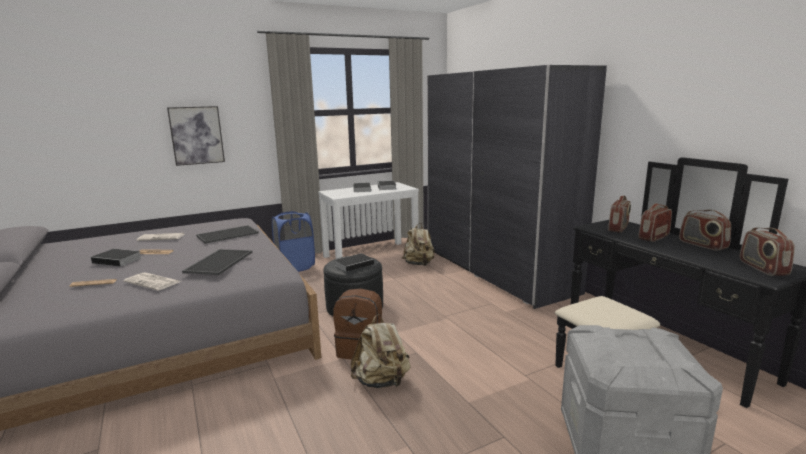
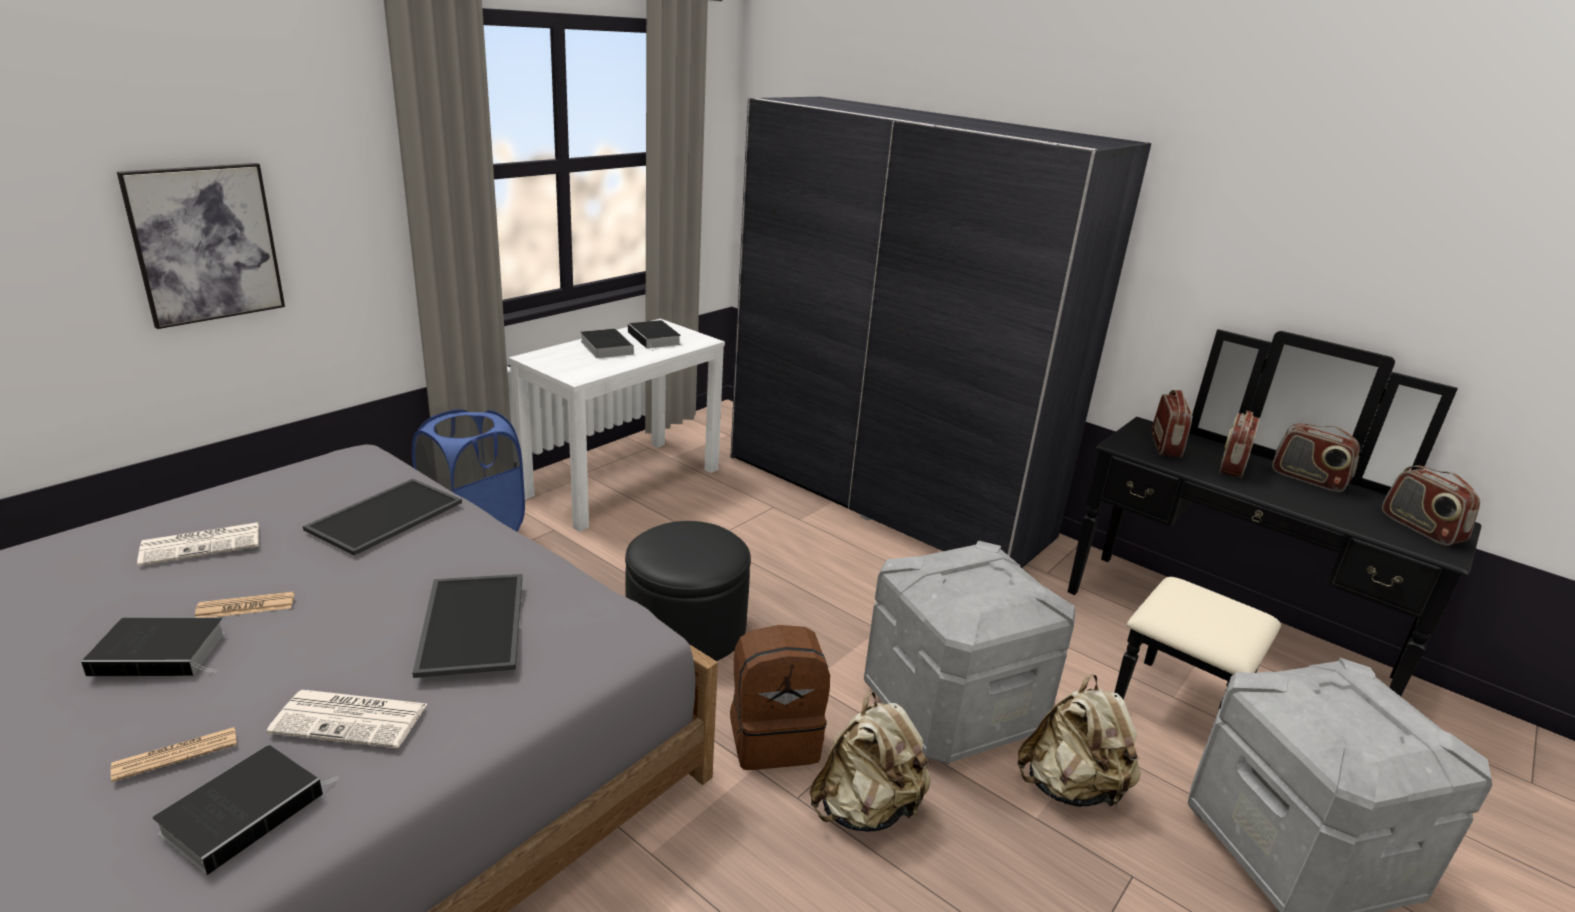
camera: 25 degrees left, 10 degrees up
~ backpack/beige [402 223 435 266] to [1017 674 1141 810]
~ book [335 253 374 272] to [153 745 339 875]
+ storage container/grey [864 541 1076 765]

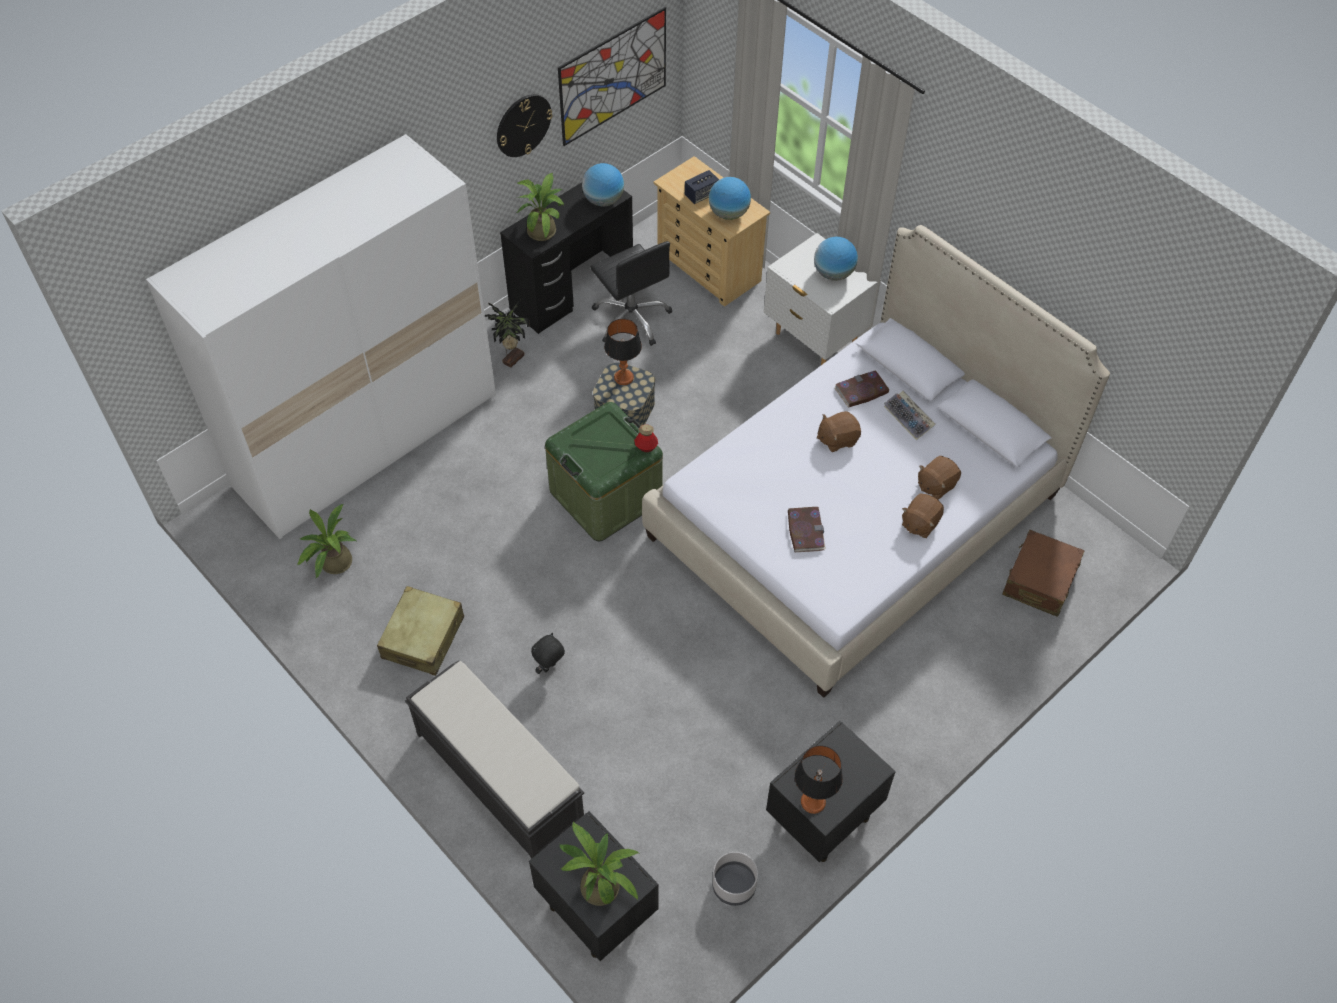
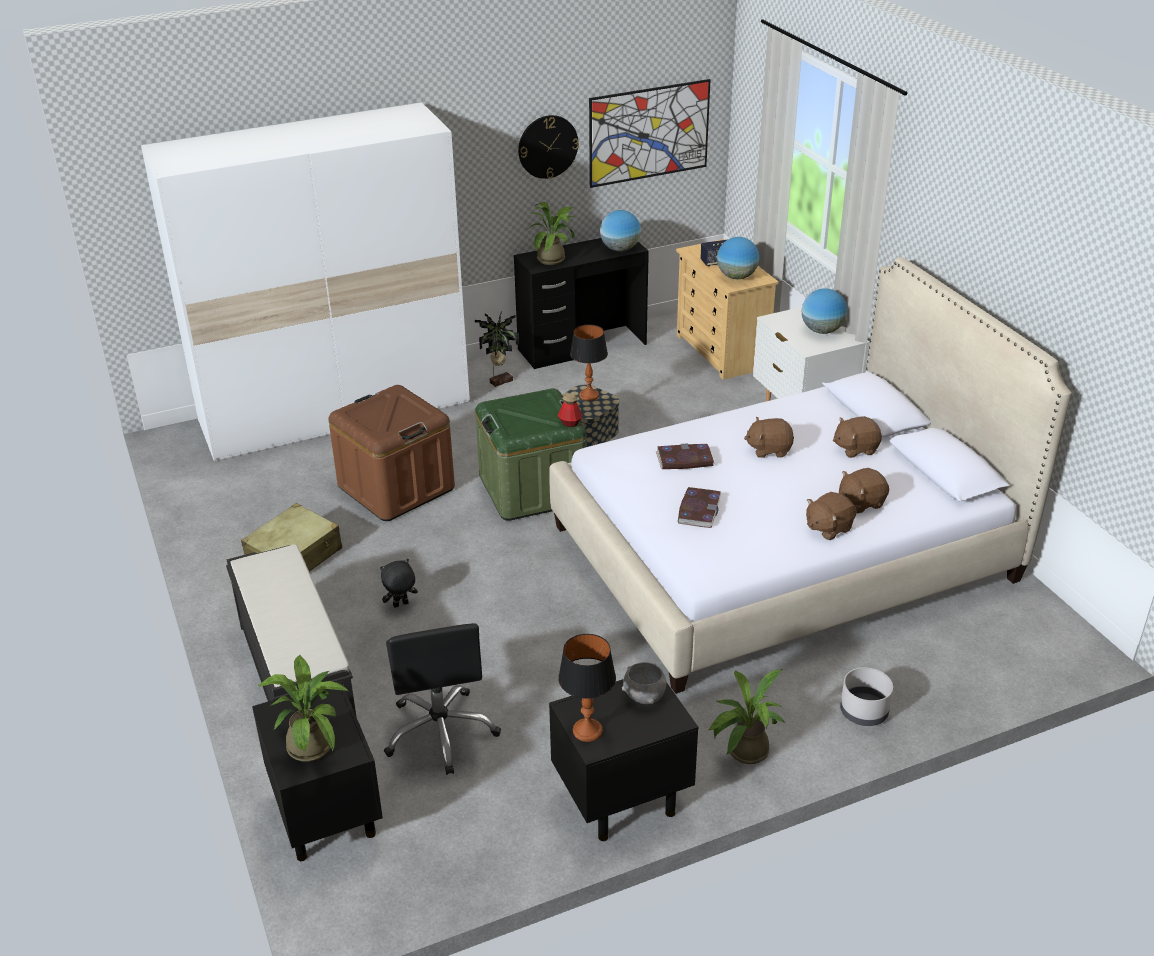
camera: 20 degrees right, 20 degrees down
~ computer chair/black [590 241 672 346] to [384 623 501 775]
~ book [835 371 889 407] to [656 444 714 469]
~ PC keyboard [884 391 936 440] to plush toy/brown-coloured [833 416 882 458]
~ plant in a pot [297 504 356 579] to [708 669 785 764]
- piece of luggage/brown-coloured [1002 530 1085 617]
~ flower pot/grey [712 852 758 906] to [840 667 893 726]
+ storage container/brown-coloured [328 385 455 521]
+ bowl/grey [622 662 666 704]

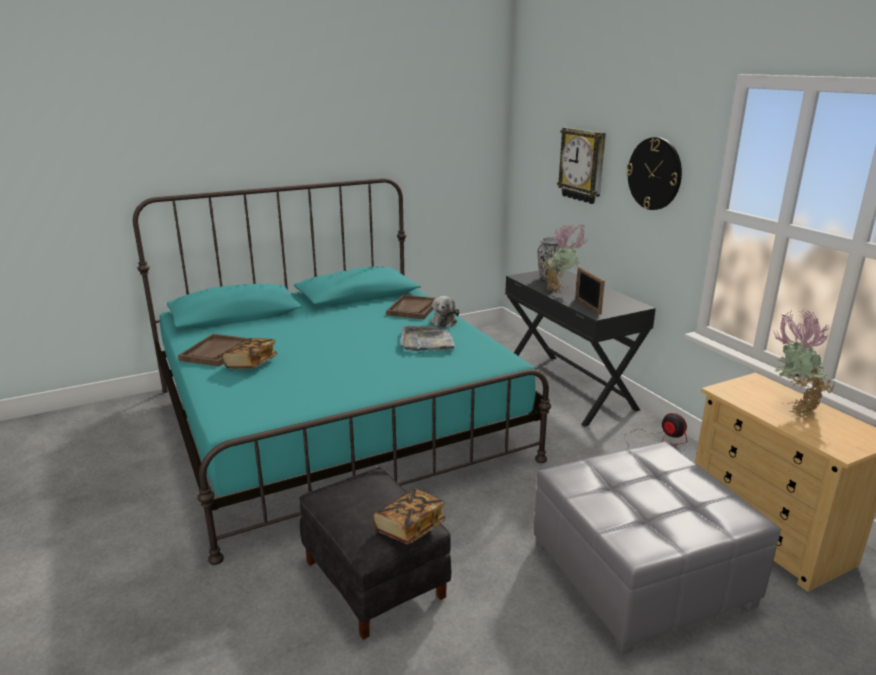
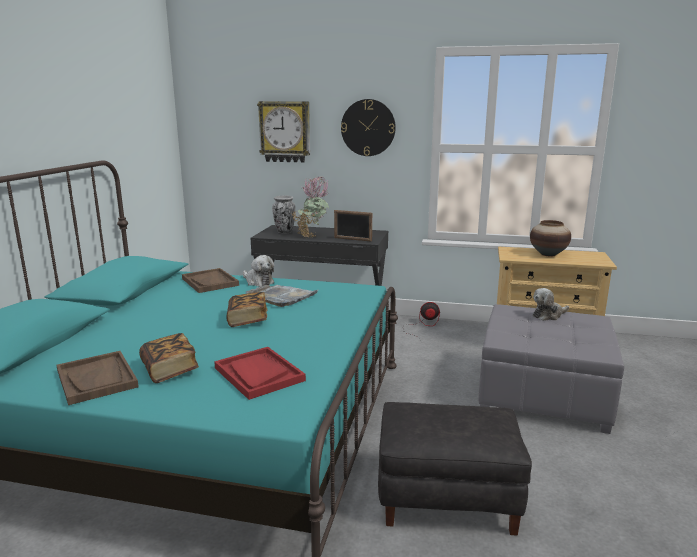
camera: 50 degrees left, 5 degrees down
~ plant in a pot [773 308 834 416] to vase [530 220 571 256]
~ book [374 488 446 545] to [226 292 268 327]
+ plush toy [532 288 569 321]
+ serving tray/red-coloured [214 347 306 400]

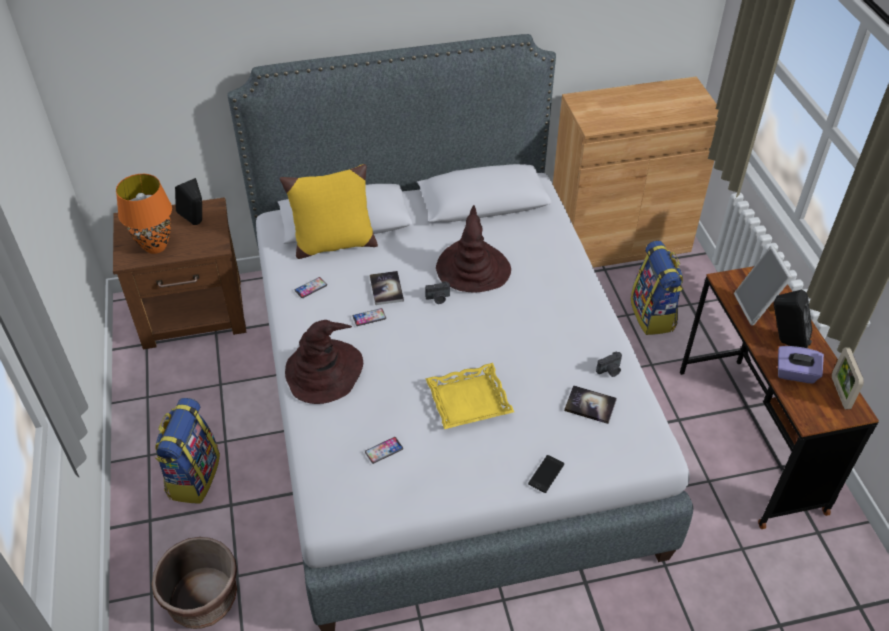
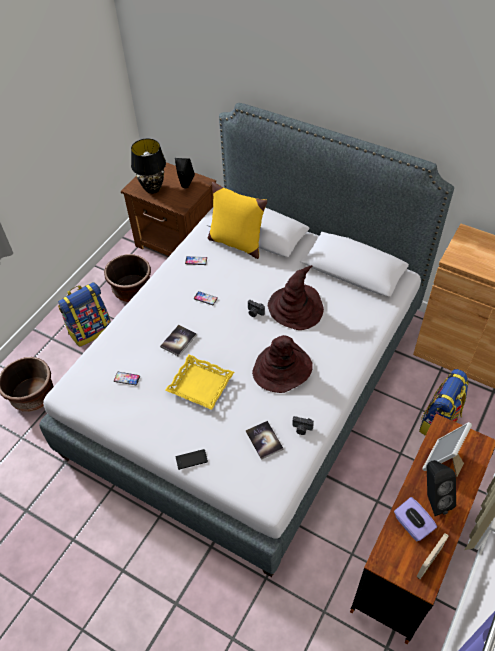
camera: 45 degrees right, 5 degrees up
~ table lamp/orange [116 174 172 254] to table lamp/black [131 139 166 194]
~ book [370 271 404 305] to [160 325 197 357]
~ hat/brown-coloured [285 320 363 404] to [252 335 313 393]
+ flower pot/brown-coloured [104 254 151 302]

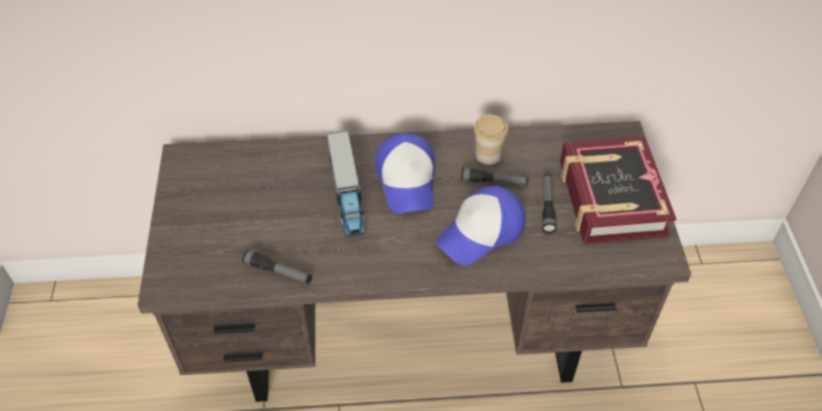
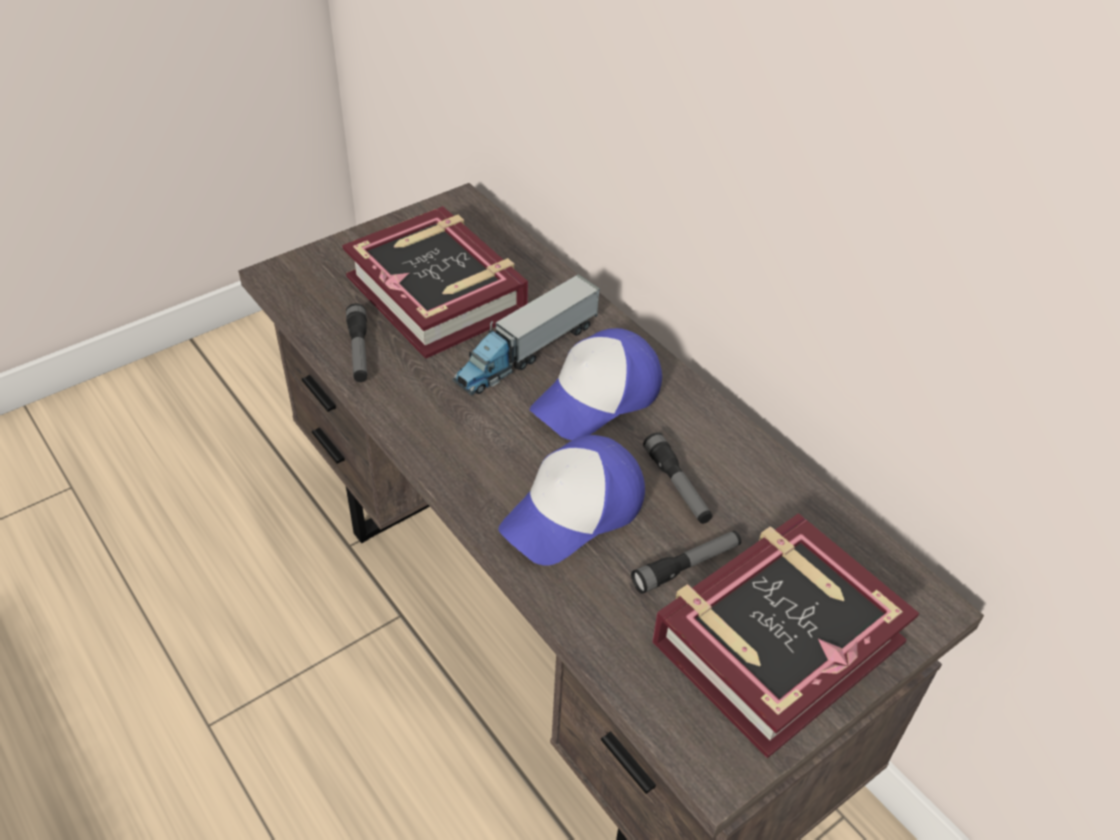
camera: 55 degrees right, 5 degrees down
- drinking cup [474 114 508 165]
~ cap [436 186 526 265] = [498 435 645 566] 60 degrees counterclockwise
+ book [342 206 528 359]

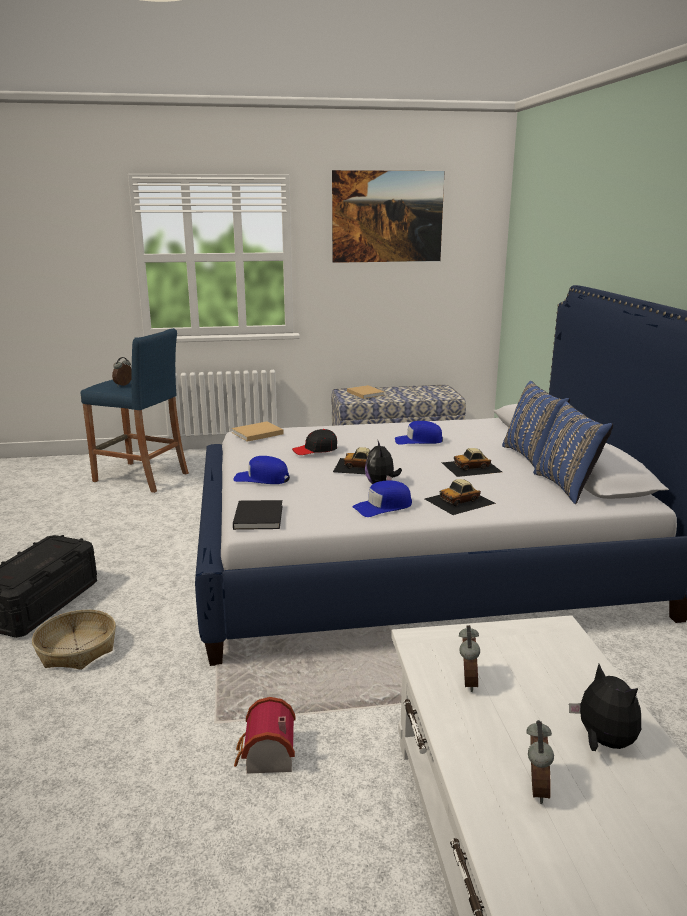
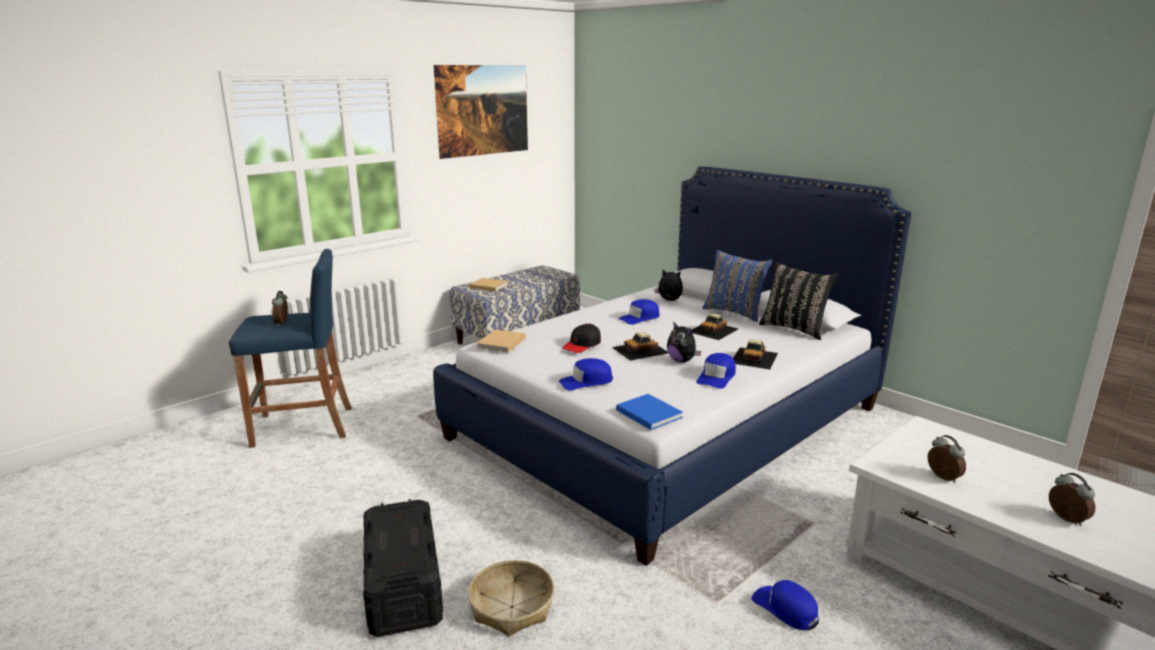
camera: 35 degrees left, 0 degrees up
~ cushion/bluish [533 401 613 504] to cushion/black [759 262 838 340]
~ book/black [233 500 283 530] to book/bluish [616 394 683 430]
~ plush toy [569 664 641 751] to [654 269 683 301]
~ toy house [234 697 296 774] to cap/bluish [751 580 819 630]

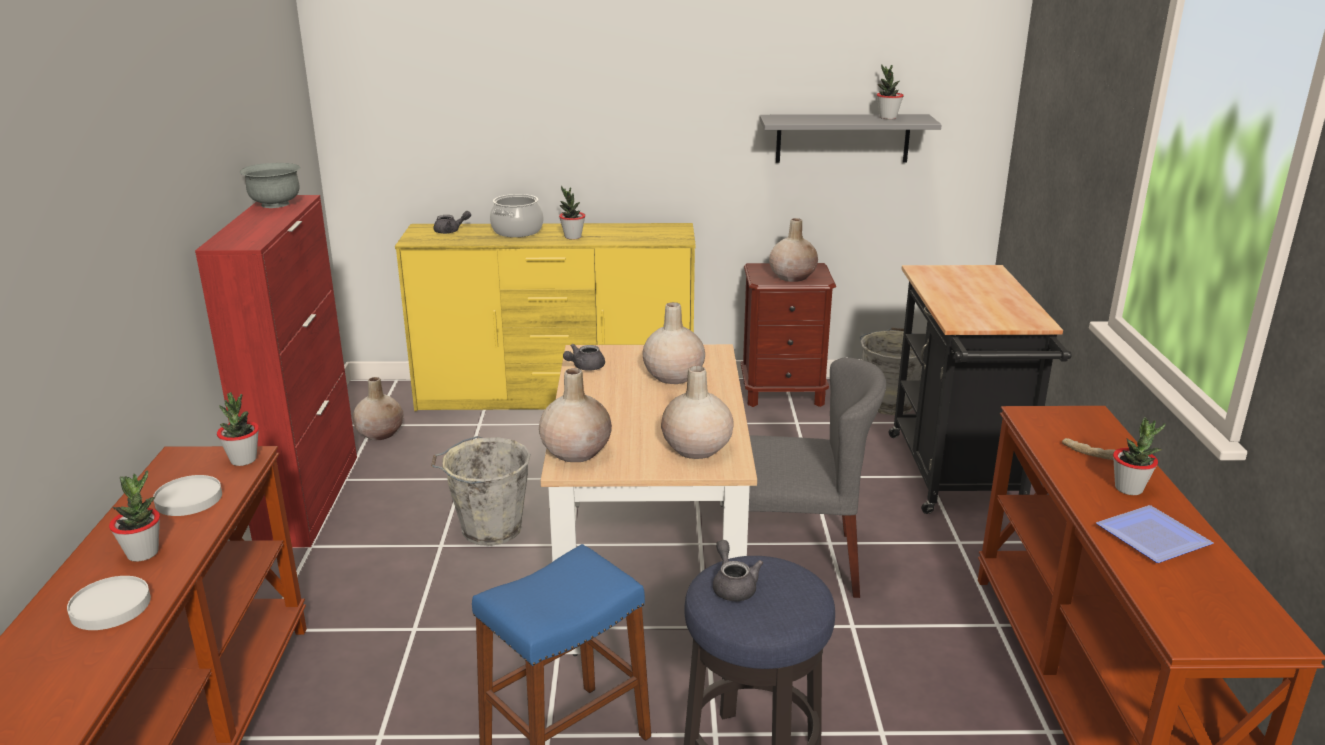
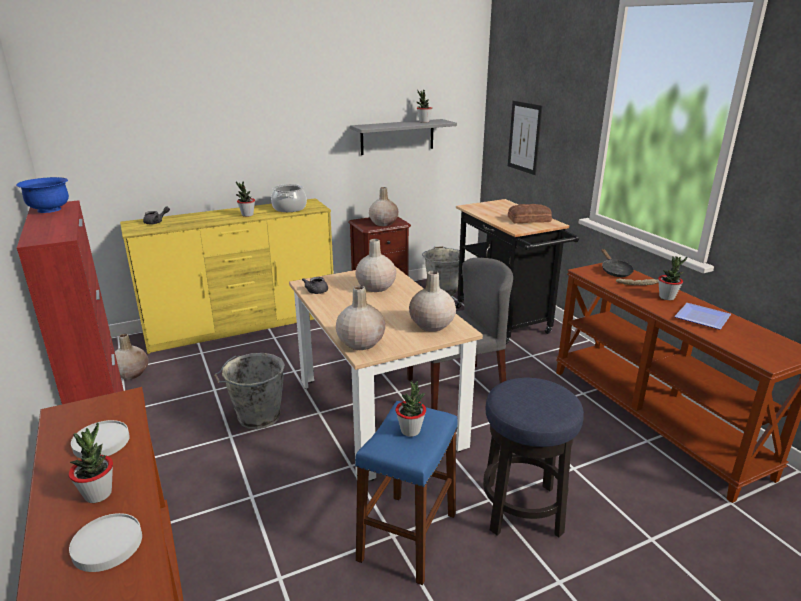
camera: 25 degrees left, 0 degrees up
~ bowl/grey [240 163 300 208] to bowl/bluish [16 177 69 213]
~ saucepot [490 194 543 237] to [271 184 307 212]
~ plant in a pot [217 392 259 466] to [395 381 426 437]
- pot for tea/grey [713 540 763 601]
+ picture [508 101 542 175]
+ bread [508 204 552 223]
+ skillet/black [601 249 634 277]

